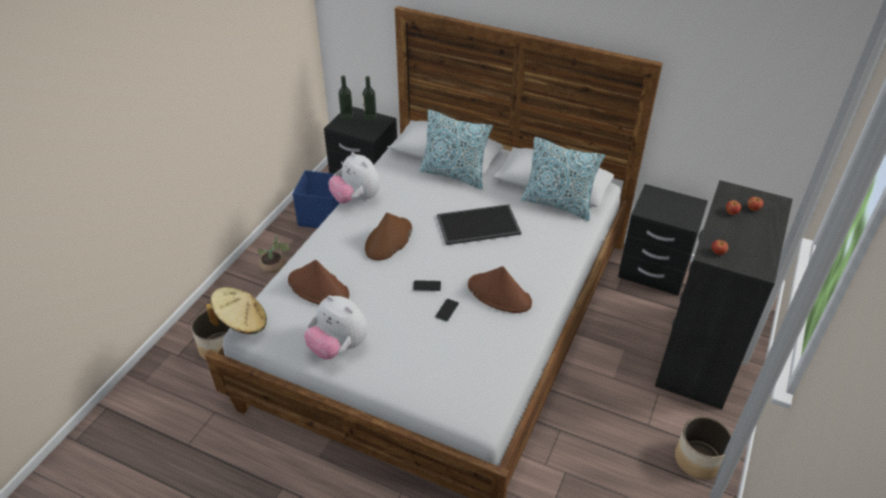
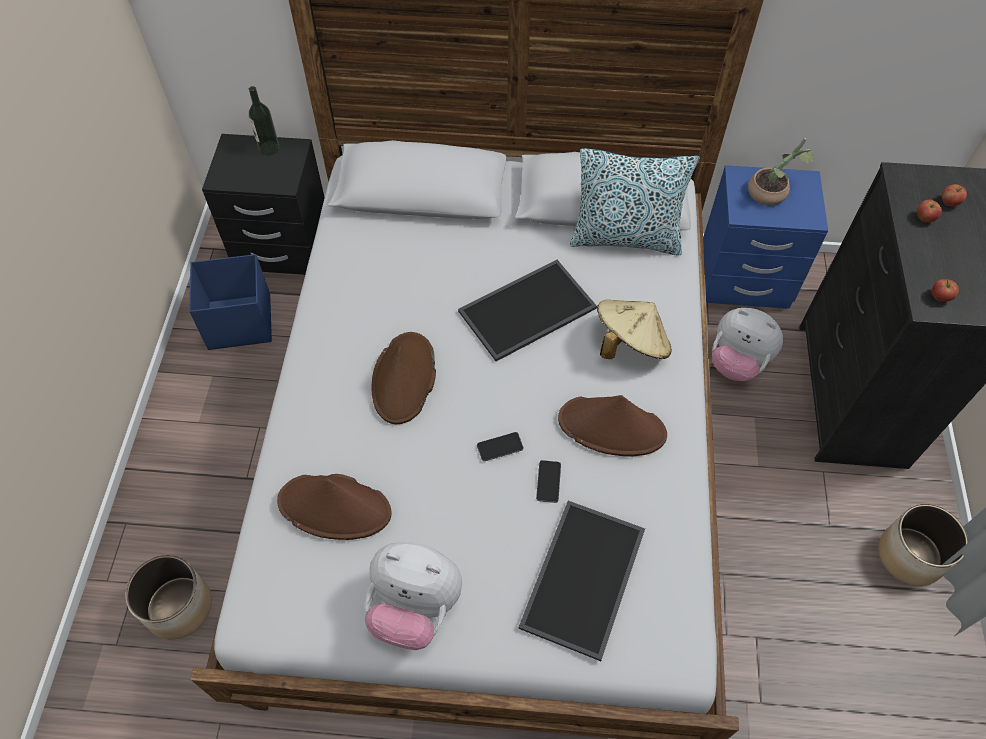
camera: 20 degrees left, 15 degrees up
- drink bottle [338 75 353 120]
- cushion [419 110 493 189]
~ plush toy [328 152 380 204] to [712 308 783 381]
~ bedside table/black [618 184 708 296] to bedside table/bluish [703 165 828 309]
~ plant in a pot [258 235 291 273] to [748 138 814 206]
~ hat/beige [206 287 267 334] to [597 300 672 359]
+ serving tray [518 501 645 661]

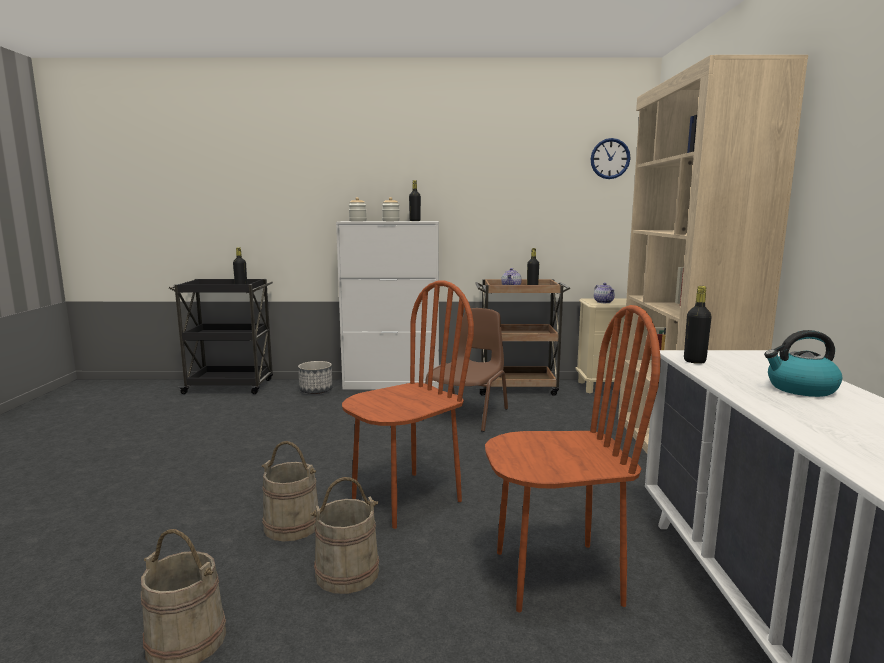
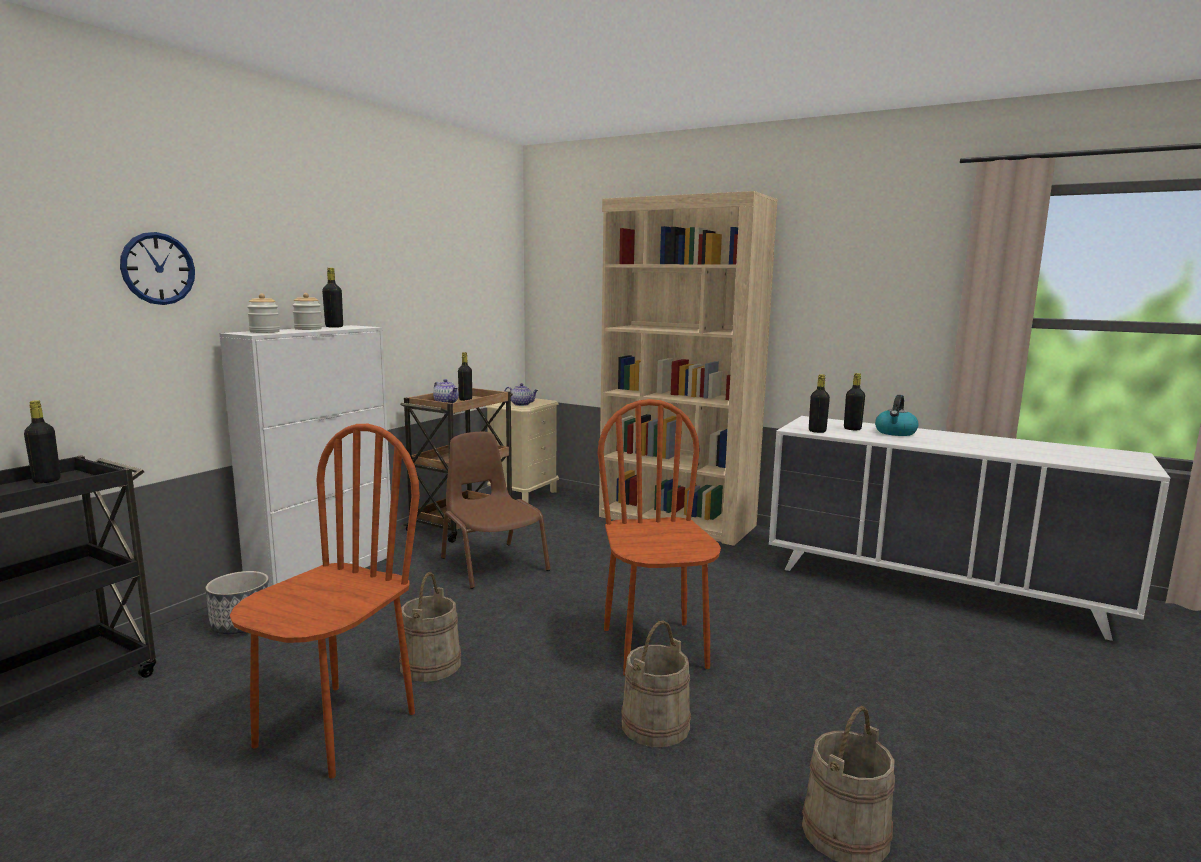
camera: 60 degrees left, 0 degrees up
~ hanging clock [590 138 631 179] to [120 232 195 305]
~ plain chair/brown-coloured [485 305 661 612] to [230 424 420 778]
~ bucket/beige [310 477 379 594] to [399 572 461 682]
+ drink bottle/black [844 373 865 430]

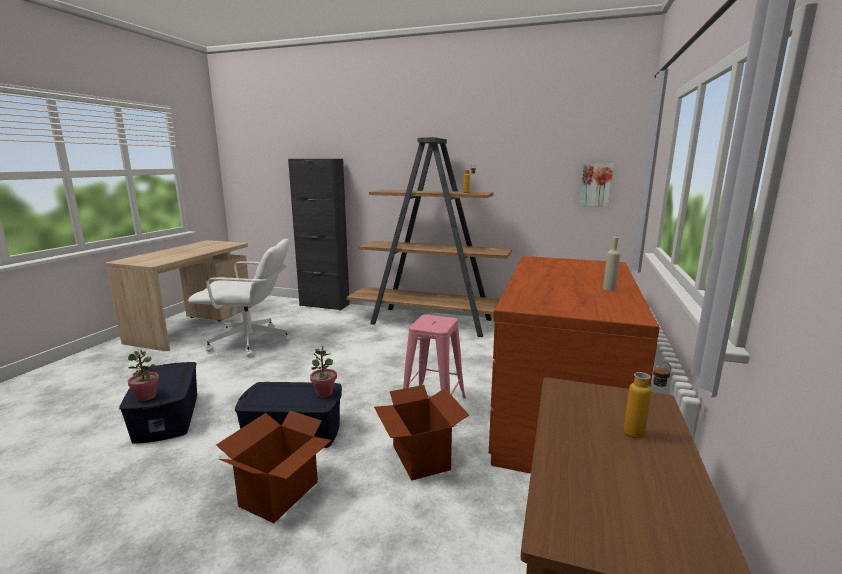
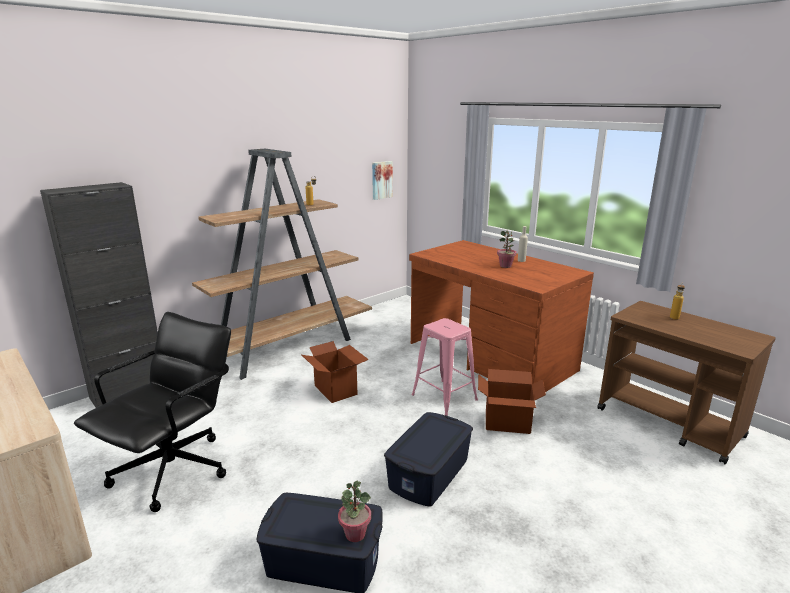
camera: 60 degrees left, 5 degrees up
~ computer chair/whitish [188 239 291 357] to computer chair/black [74 312 231 512]
~ plant in a pot [310 346 337 398] to [497 231 517 268]
~ packing box [216 411 332 523] to [302 341 369 403]

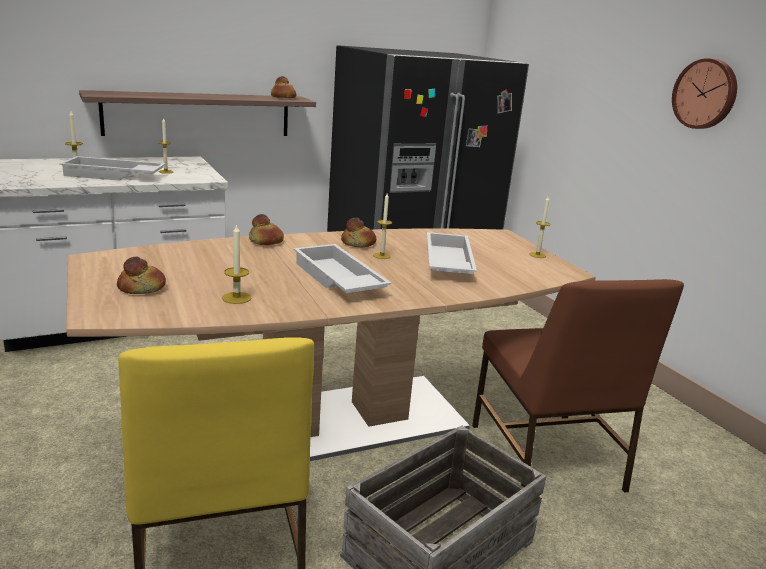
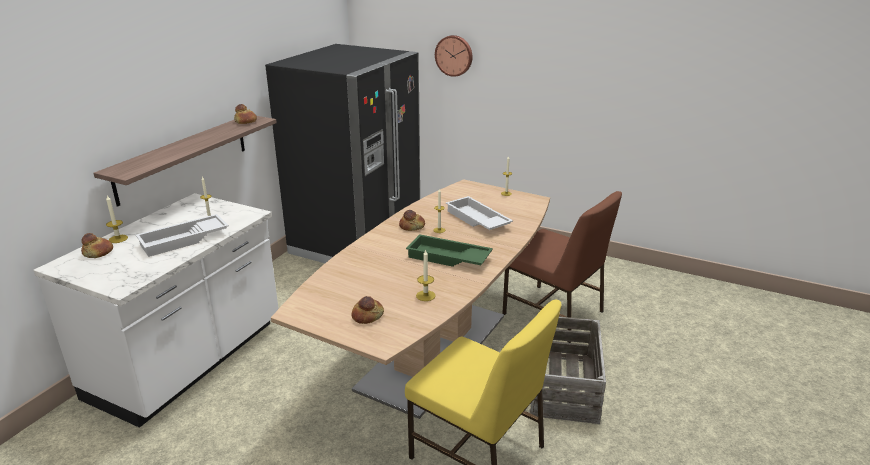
camera: 35 degrees left, 5 degrees up
~ hanging clock [672 58 737 129] to [435 35 473 77]
~ bread [249 214 284 245] to [81 233 113 258]
~ serving tray/whitish [294 244 391 293] to serving tray/green-coloured [406 234 493 267]

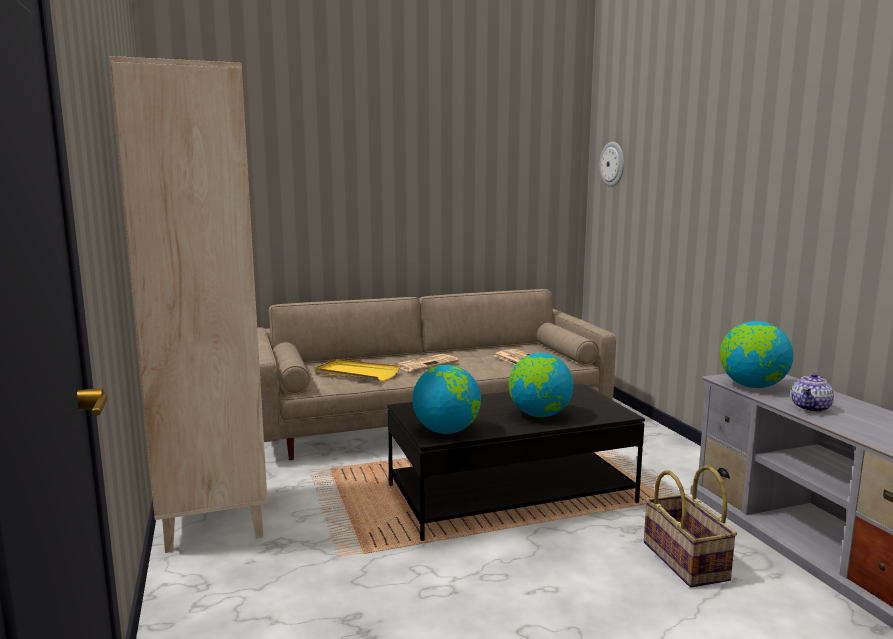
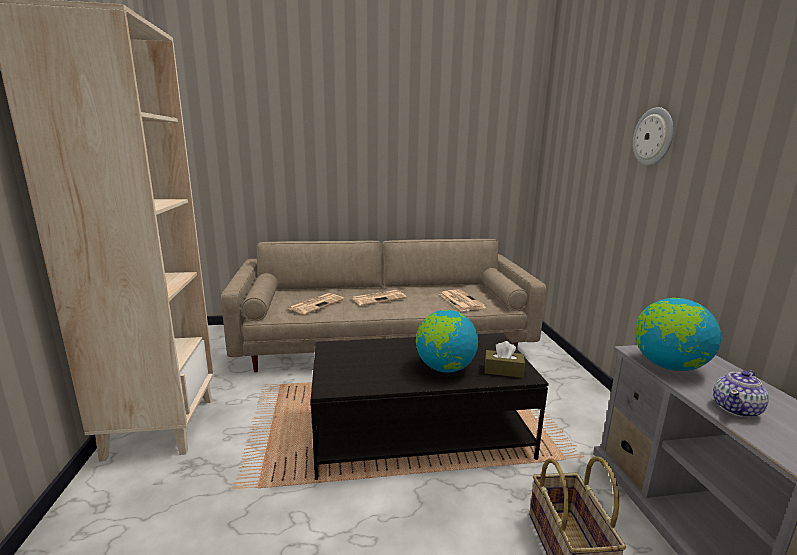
camera: 10 degrees right, 5 degrees up
~ hanging clock [599 142 624 187] to [633 107 674 166]
~ serving tray/yellow-coloured [315 359 400 381] to printed paper [287 293 344 314]
- world globe [413 365 481 434]
+ tissue holder/brown-coloured [485 341 525 378]

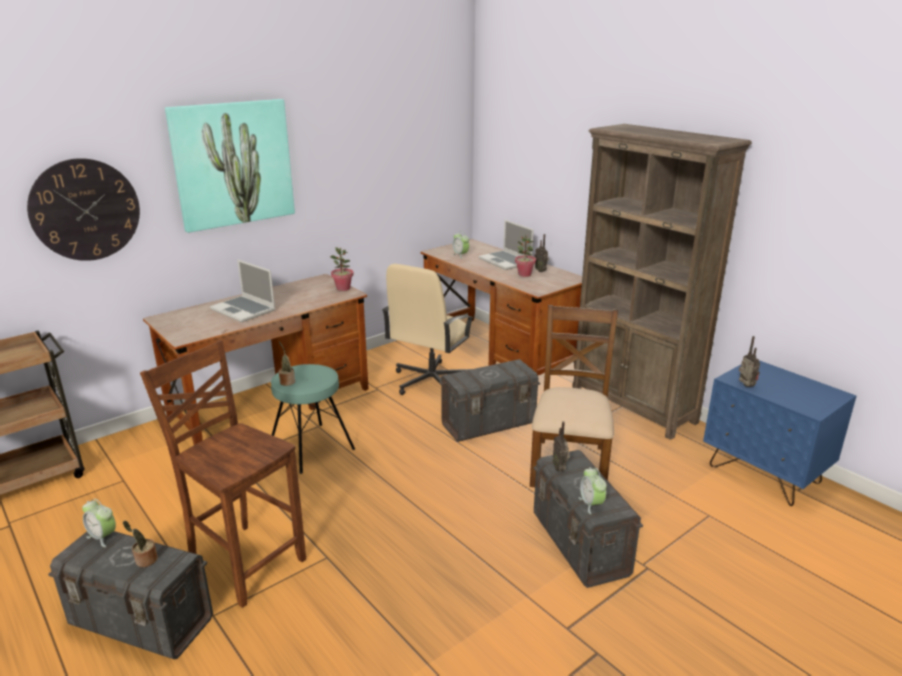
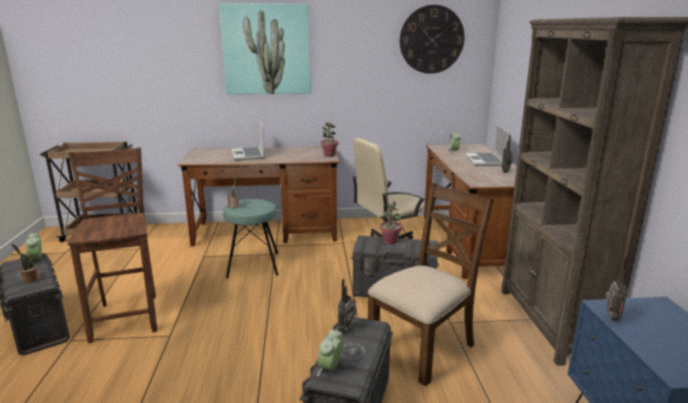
camera: 35 degrees right, 5 degrees down
~ hanging clock [27 158 140 261] to [400 5 464 74]
~ plant in a pot [515 235 536 277] to [380 201 402 245]

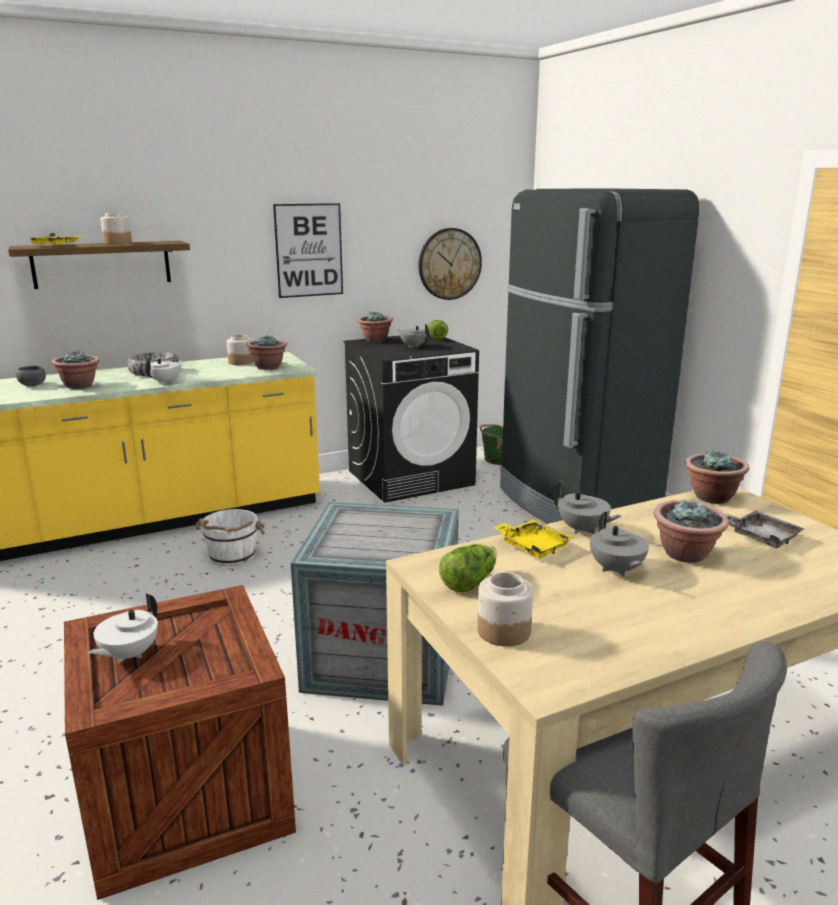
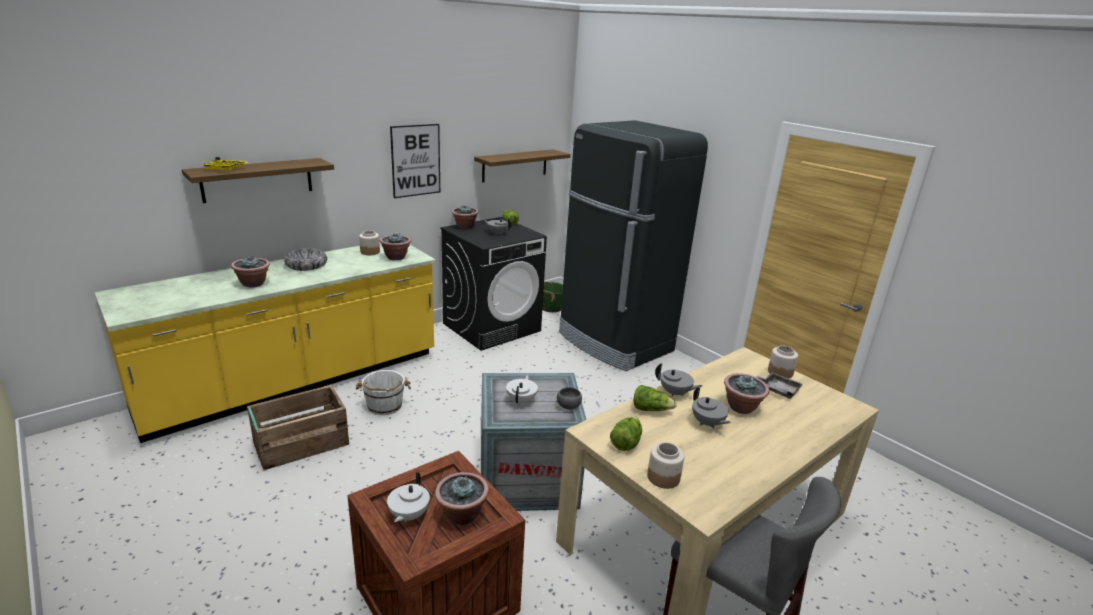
camera: 15 degrees left, 5 degrees up
~ storage jar [100 213 132 245] to [768 345 798 378]
~ hanging clock [419 228 482 300] to shelf [474 149 570 182]
~ pot for tea/whitish [145 357 182 384] to [506 375 538 405]
~ bowl/grey [16 366 46 386] to [557 387 582 410]
~ plant in a pot [685 449 749 504] to [435 472 489 525]
~ serving tray/yellow-coloured [493 519 573 559] to lettuce head [634 385 677 411]
+ shipping crate [247 385 349 470]

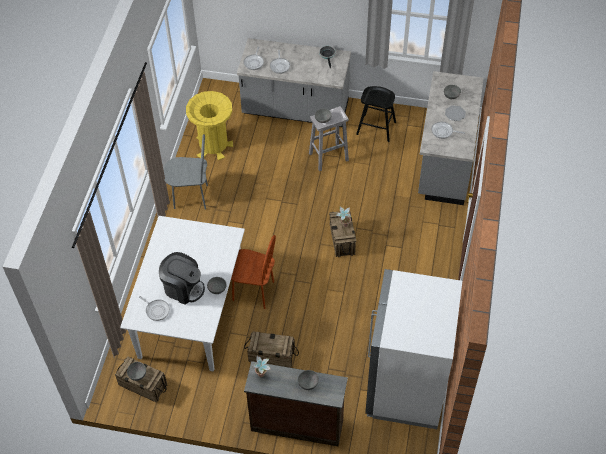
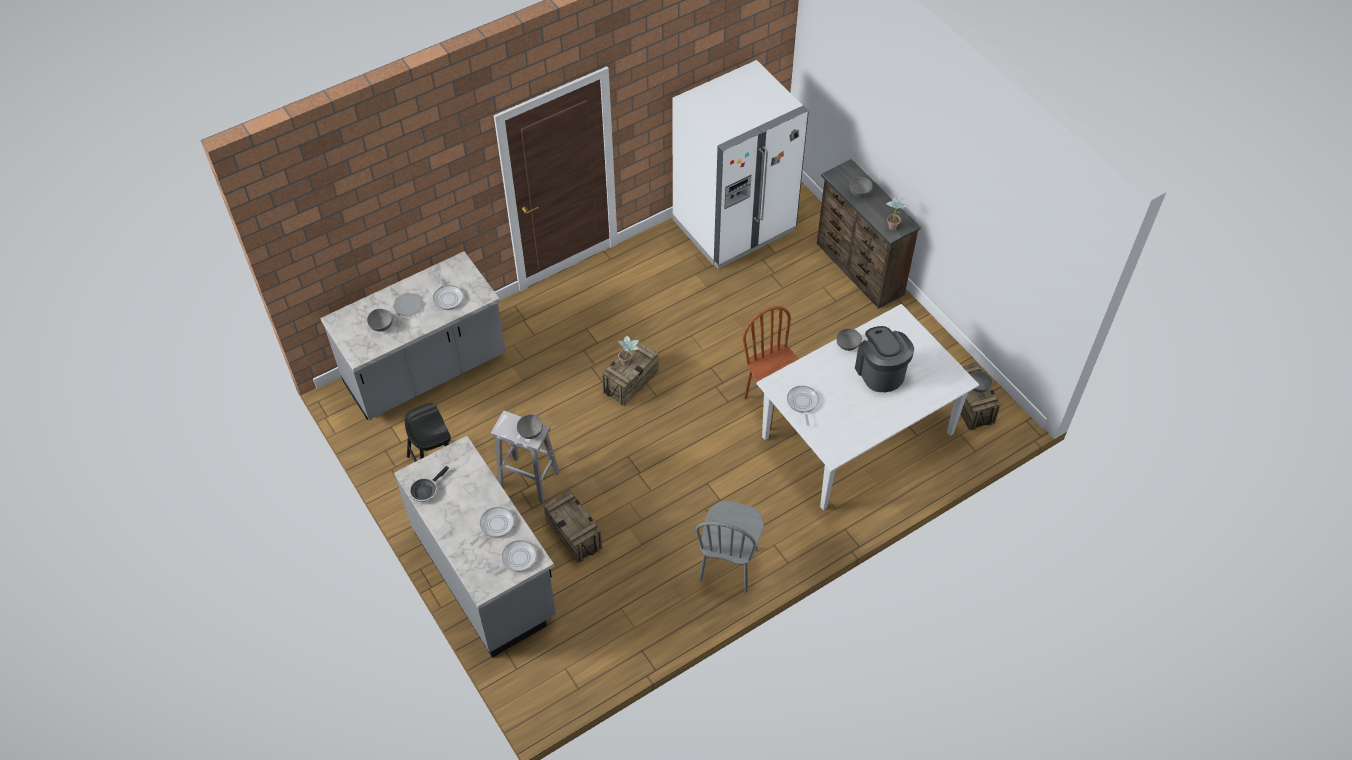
camera: 135 degrees left, 0 degrees up
- trash can/yellow-coloured [186 91 233 160]
~ plain chair/grey [164 134 208 210] = [695 501 764 593] 120 degrees counterclockwise
~ skillet [139 296 170 321] to [787 386 819 426]
~ shipping crate [244 331 299 368] to [543 490 602 563]

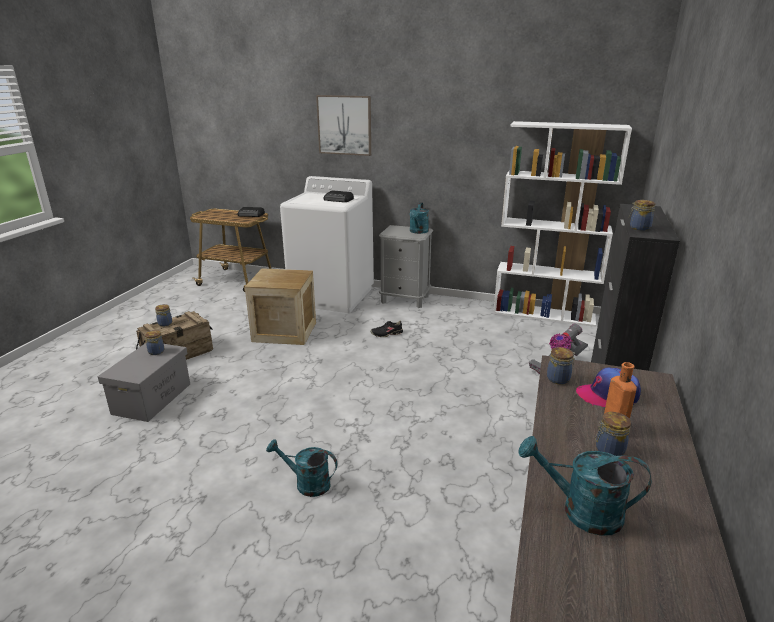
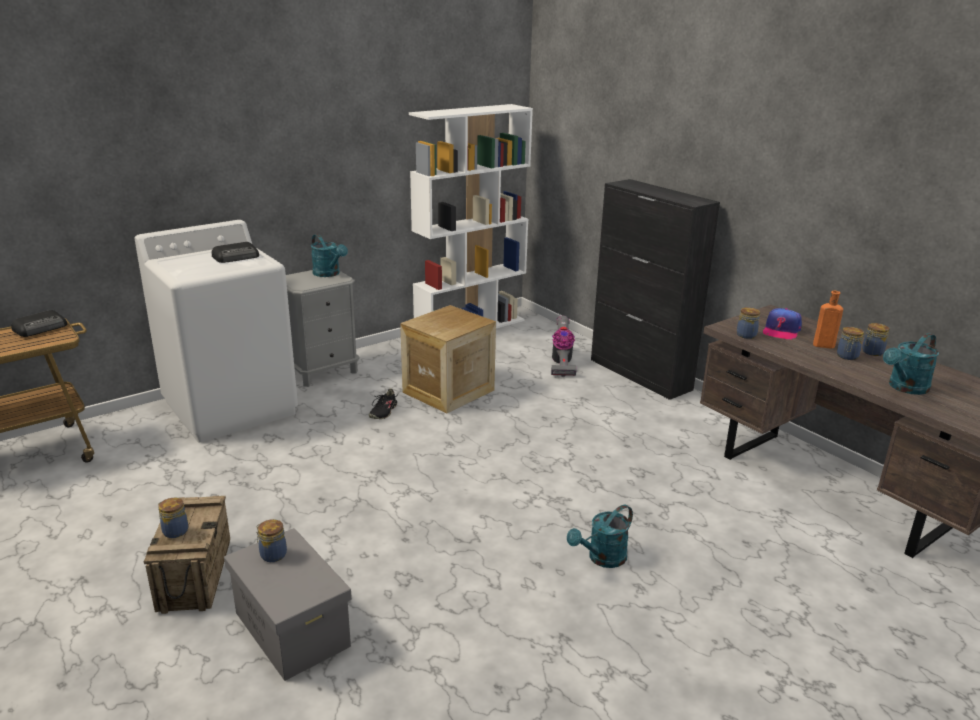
camera: 55 degrees left, 0 degrees up
- picture [316 95 371 156]
~ storage jar [629 200 656 231] to [862 323 890 356]
~ shipping crate [245 268 316 345] to [400 305 496 413]

